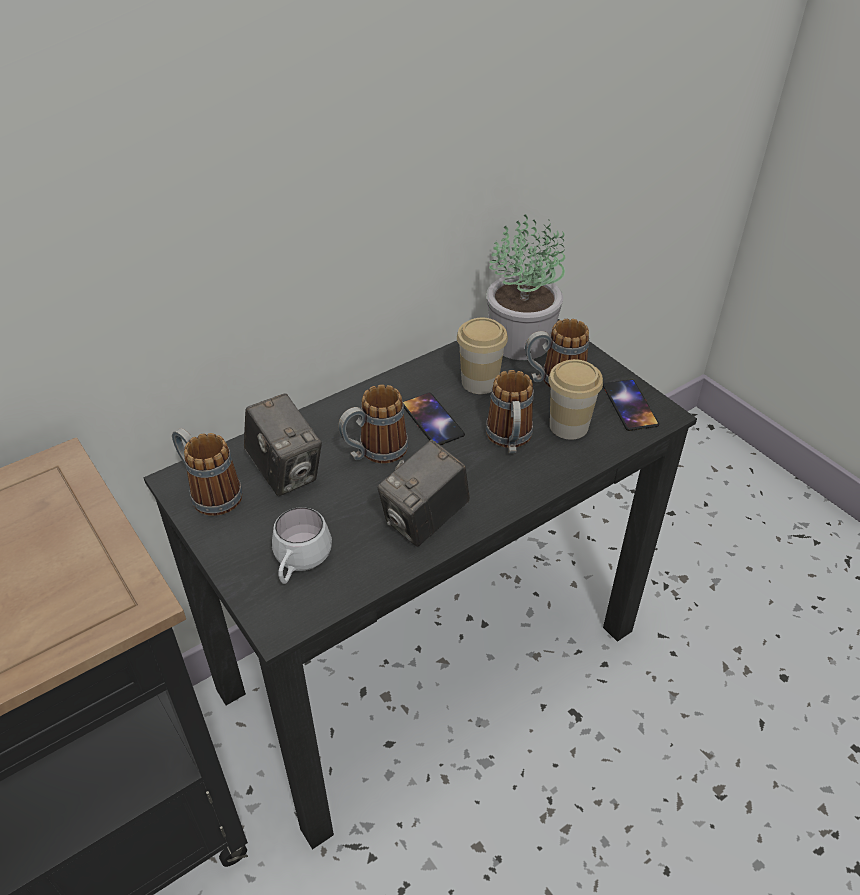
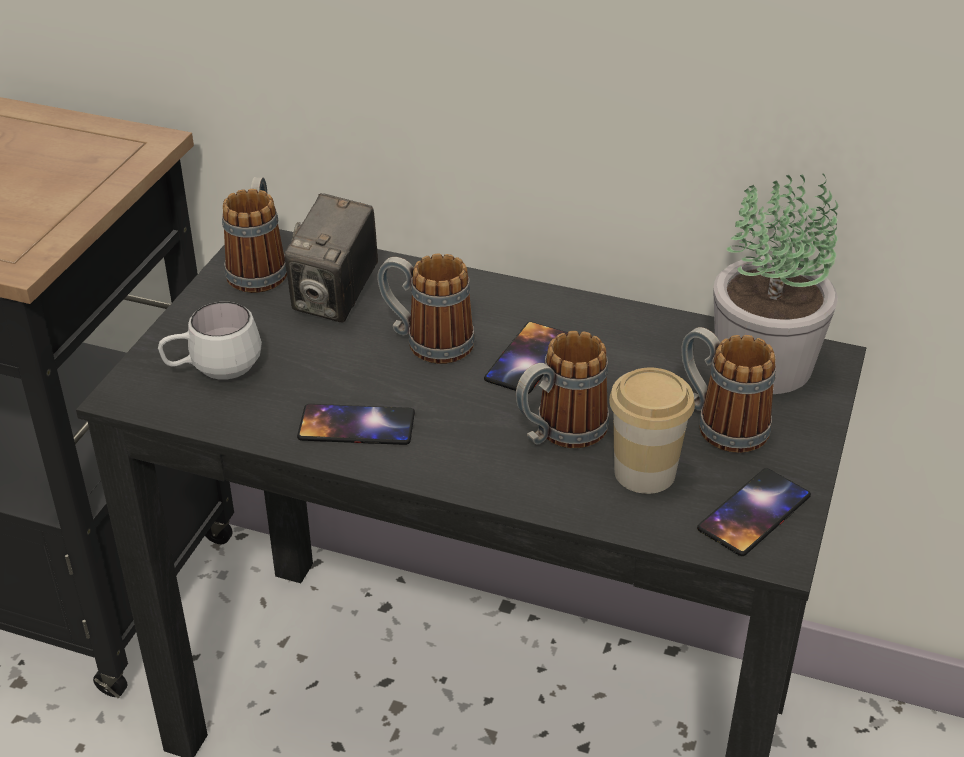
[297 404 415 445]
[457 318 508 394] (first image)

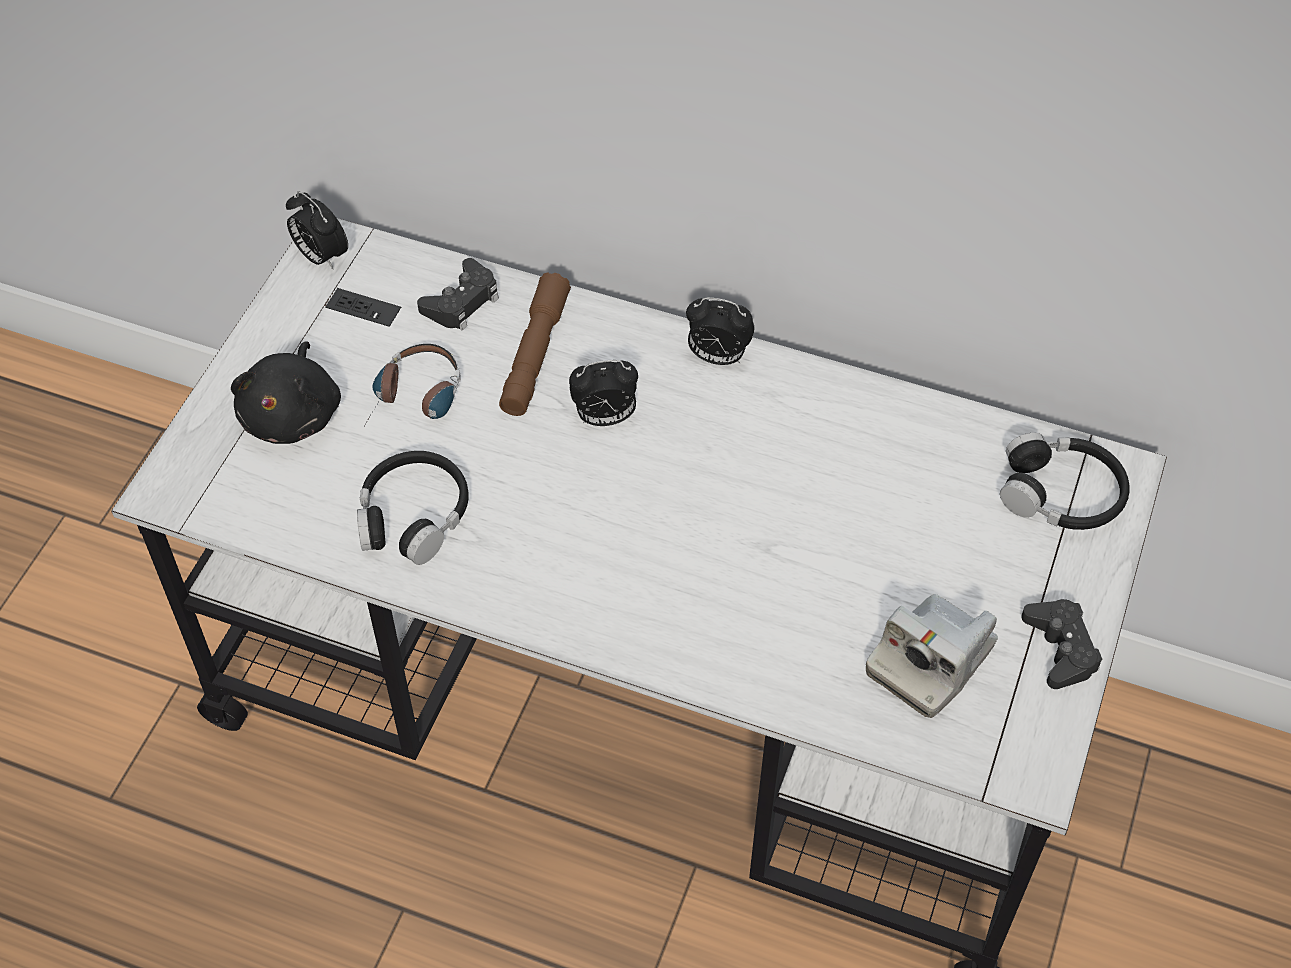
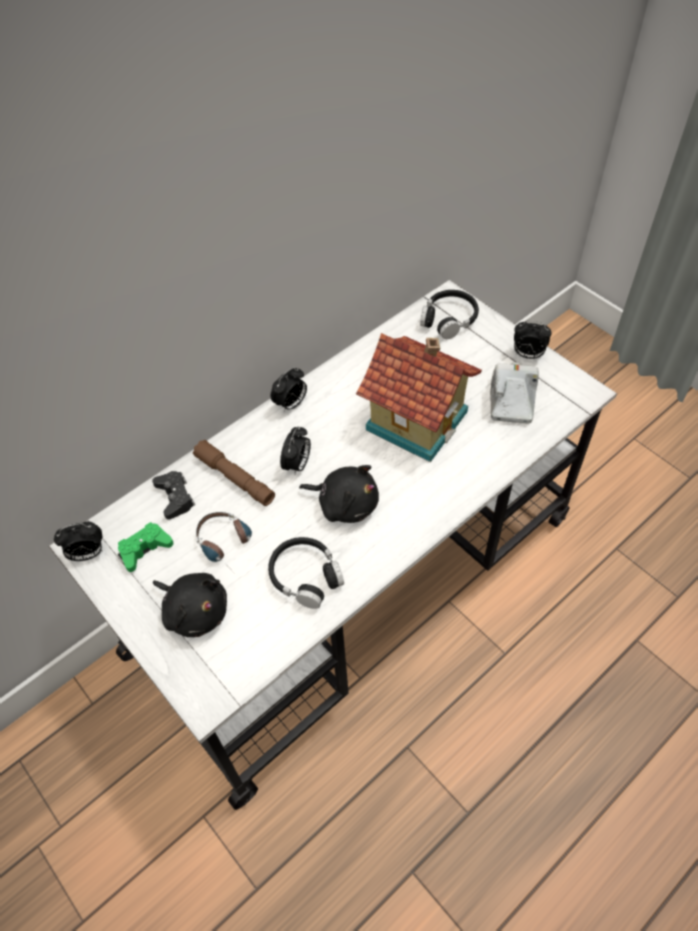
[118 522 173 572]
[299 465 379 523]
[356 333 482 462]
[490 362 539 424]
[514 320 552 359]

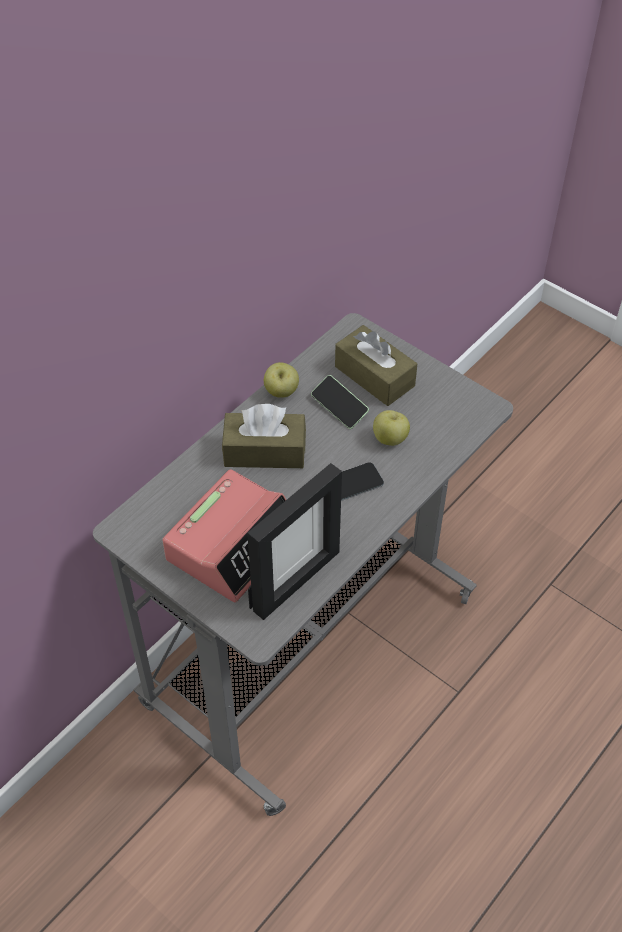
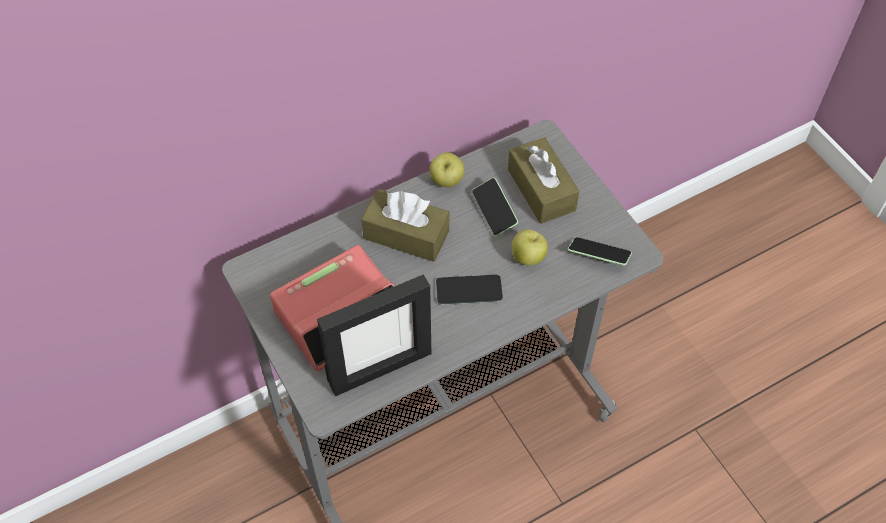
[568 237 632 266]

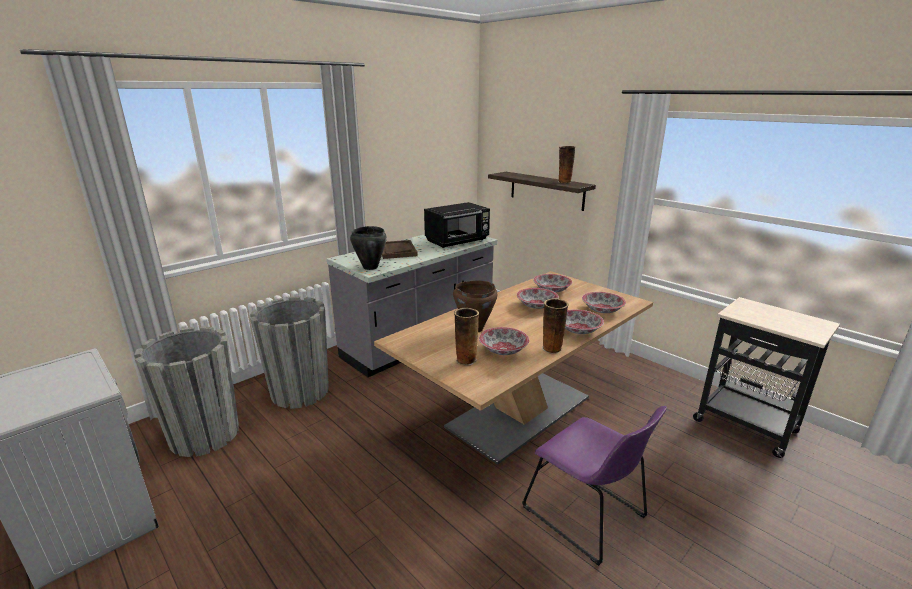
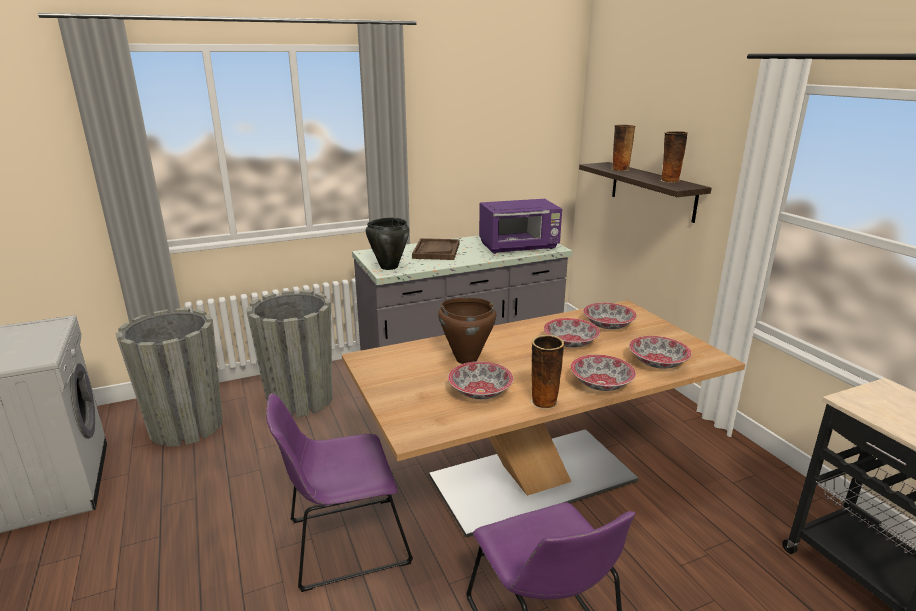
[266 393 413 592]
[479 199 562 254]
[612 124 635 171]

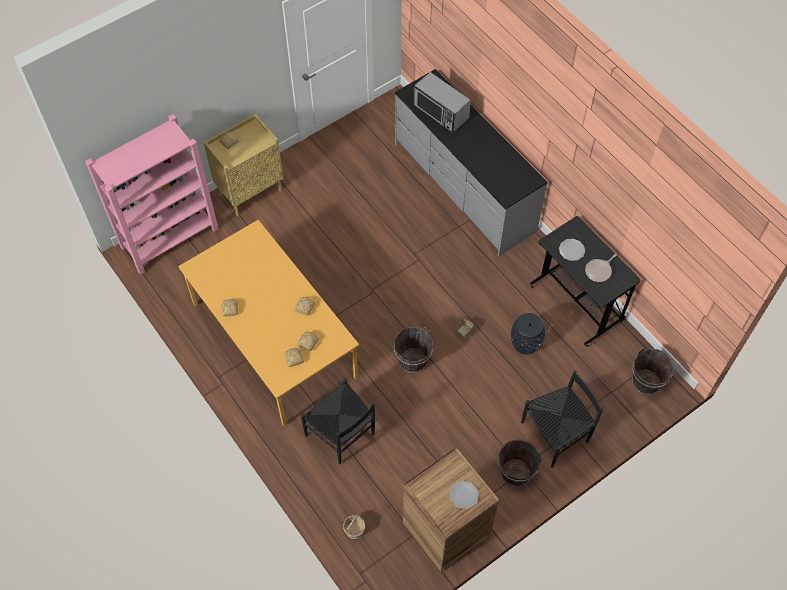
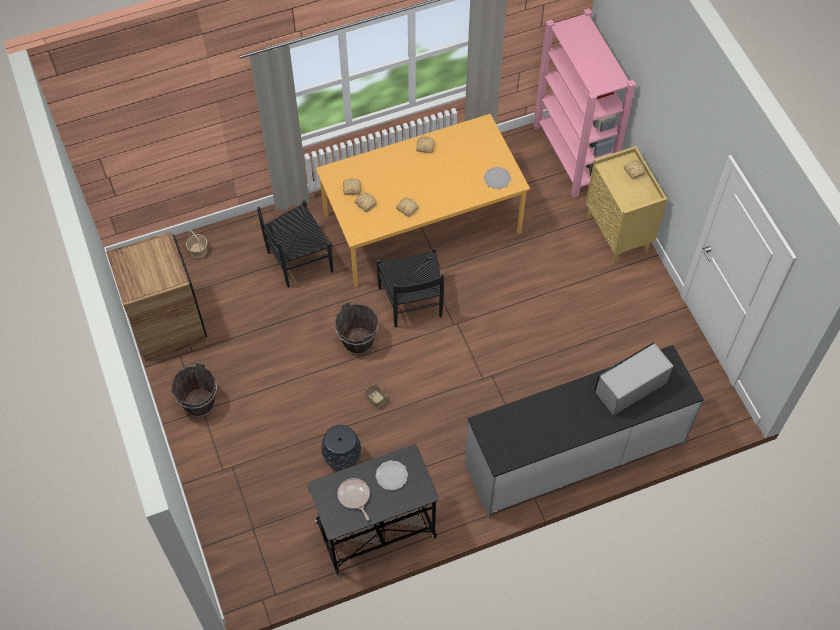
[376 247 444 328]
[484 167 511 189]
[632 348 674 395] (first image)

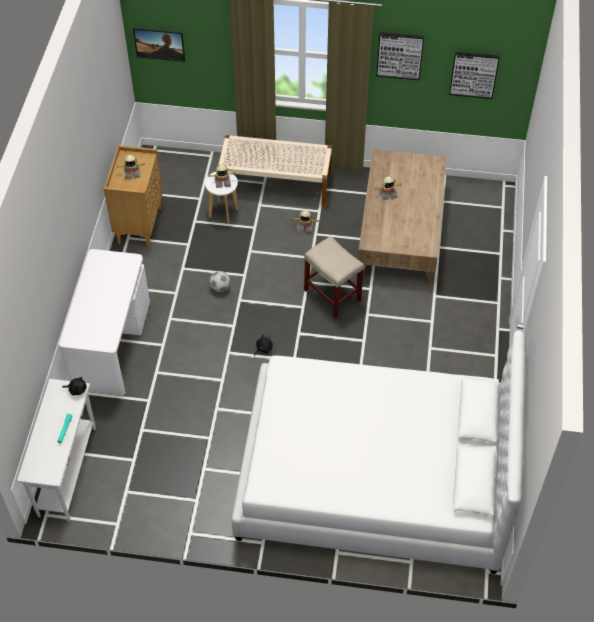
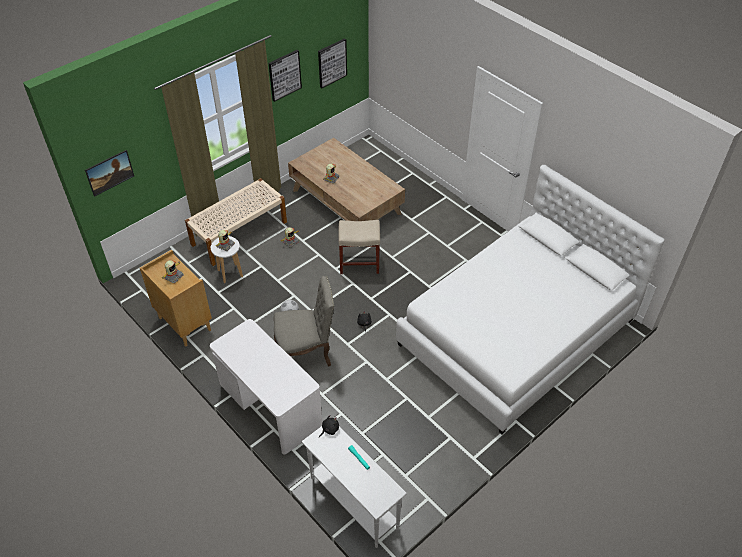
[274 276 334 366]

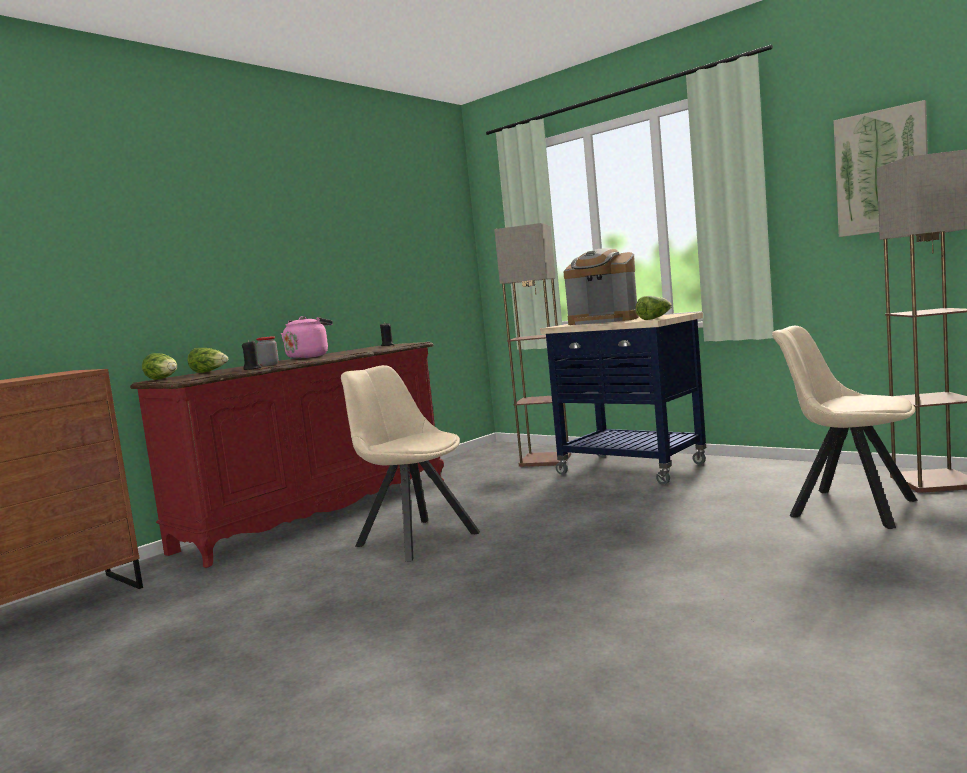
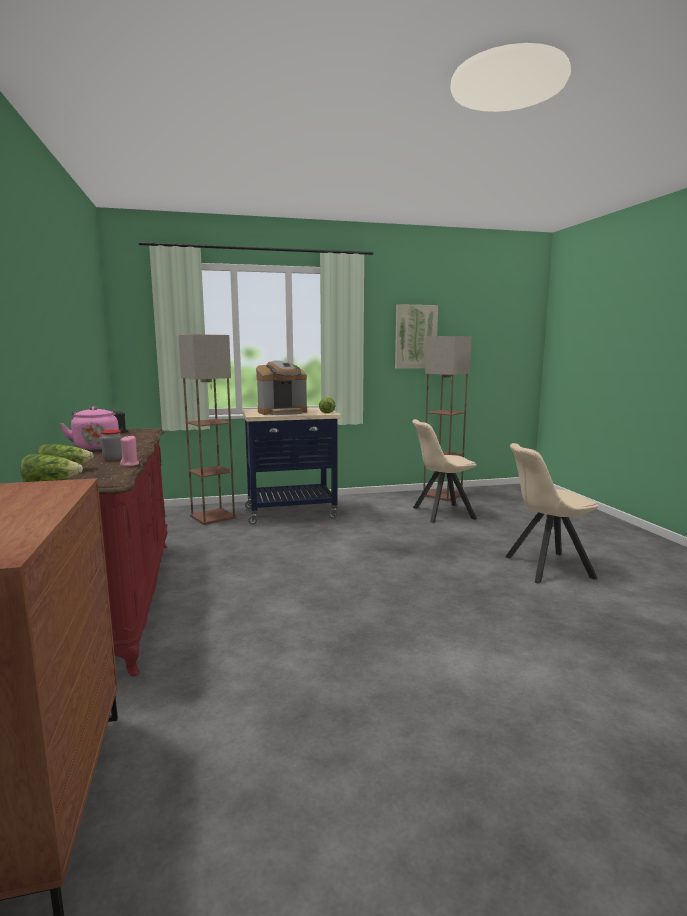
[120 435 139 466]
[505 443 598 584]

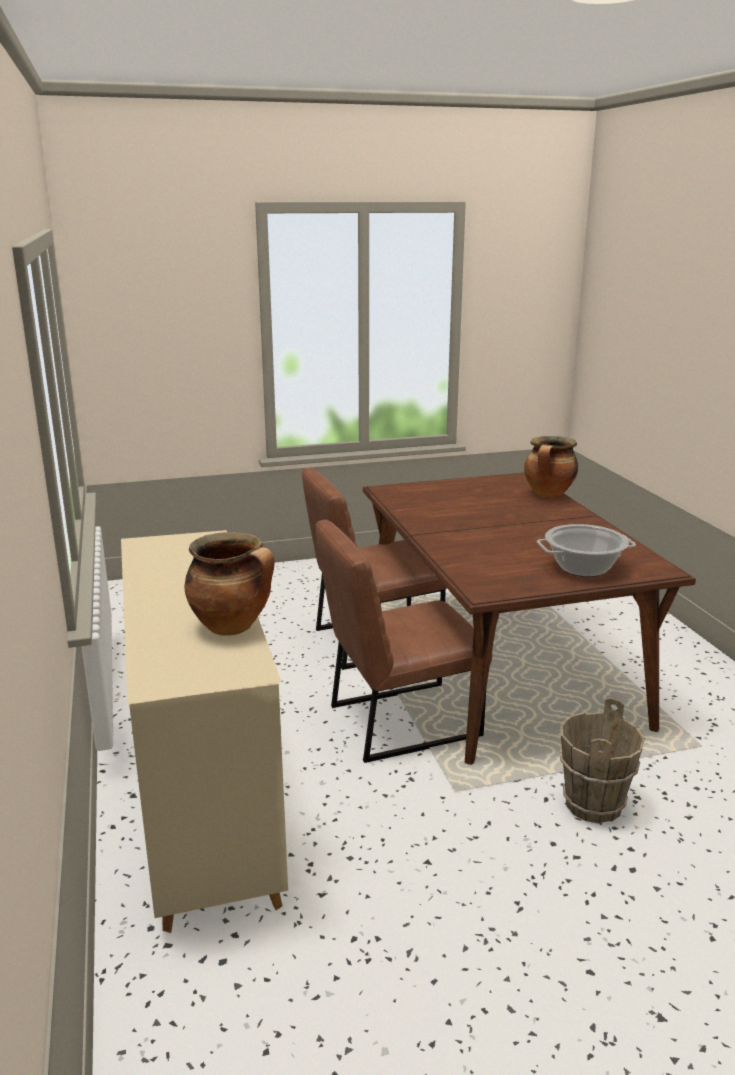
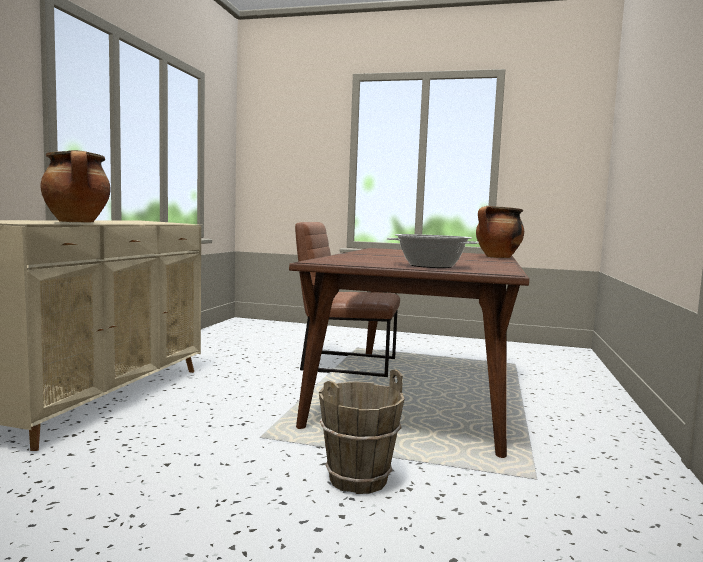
[316 519 492 763] (first image)

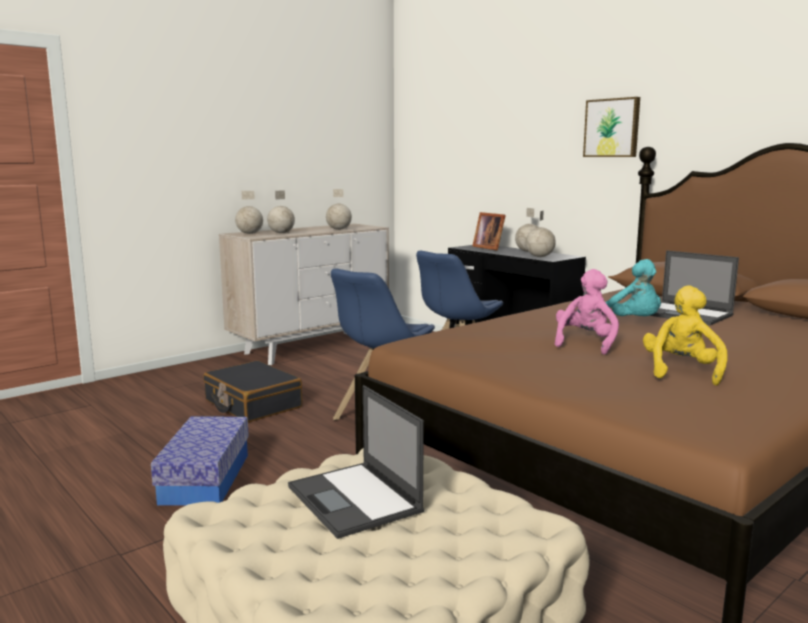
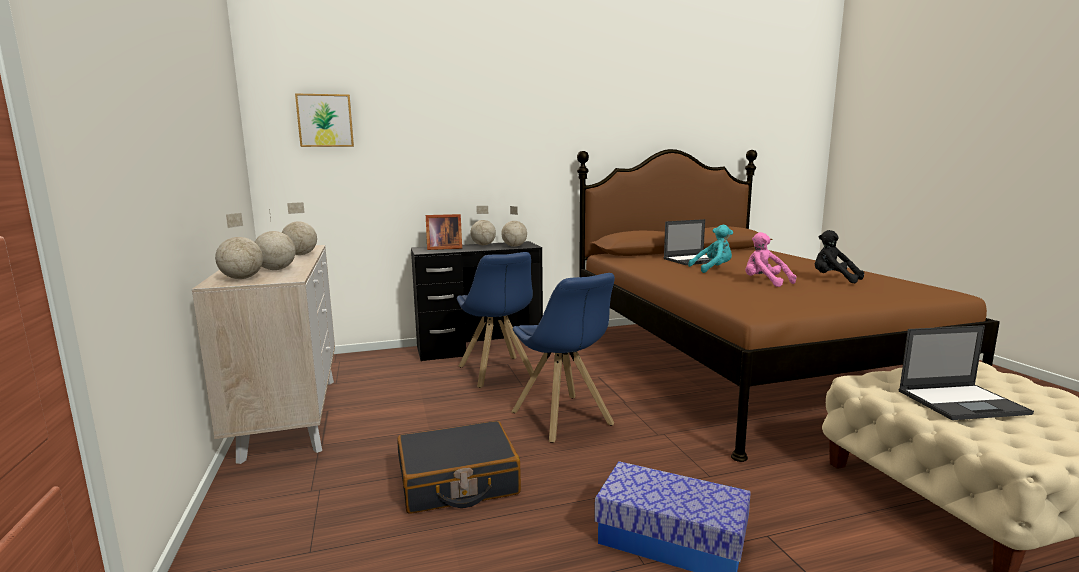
[295 93 354 147]
[815 230 864 283]

